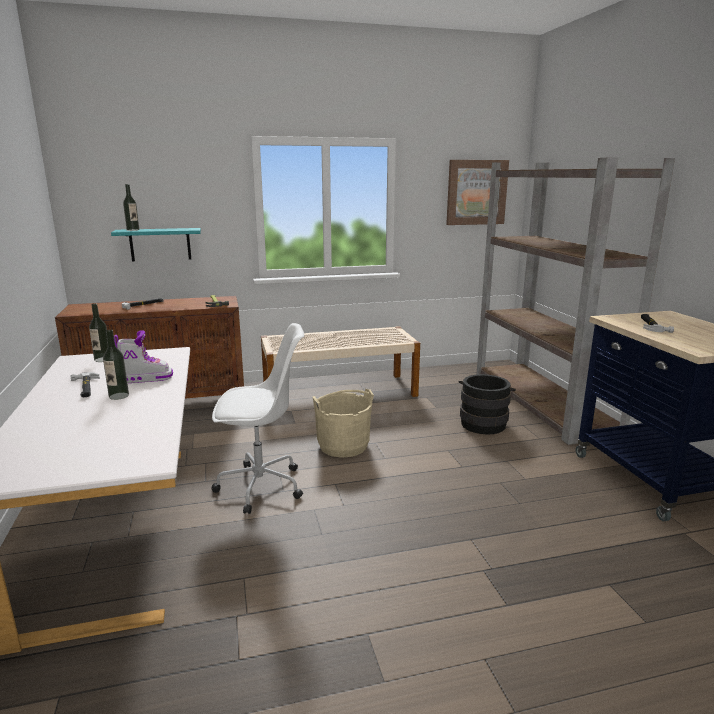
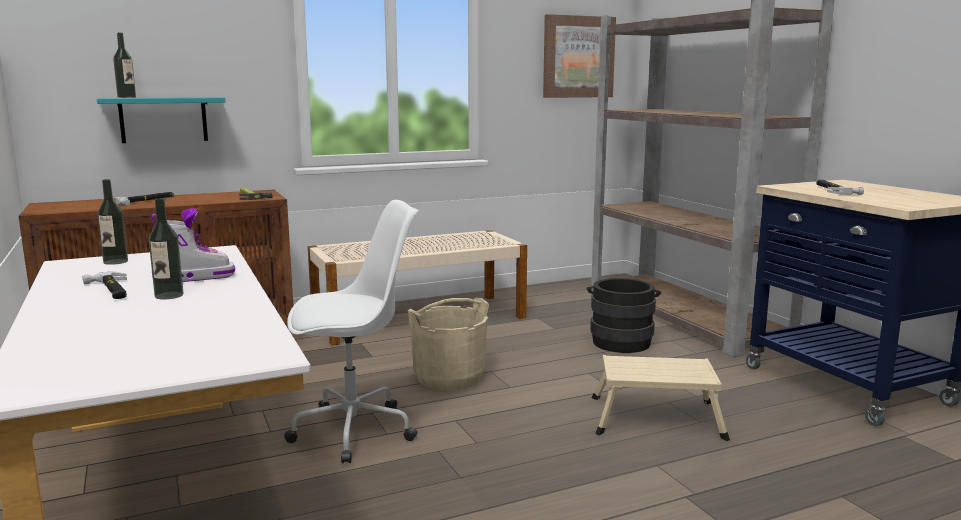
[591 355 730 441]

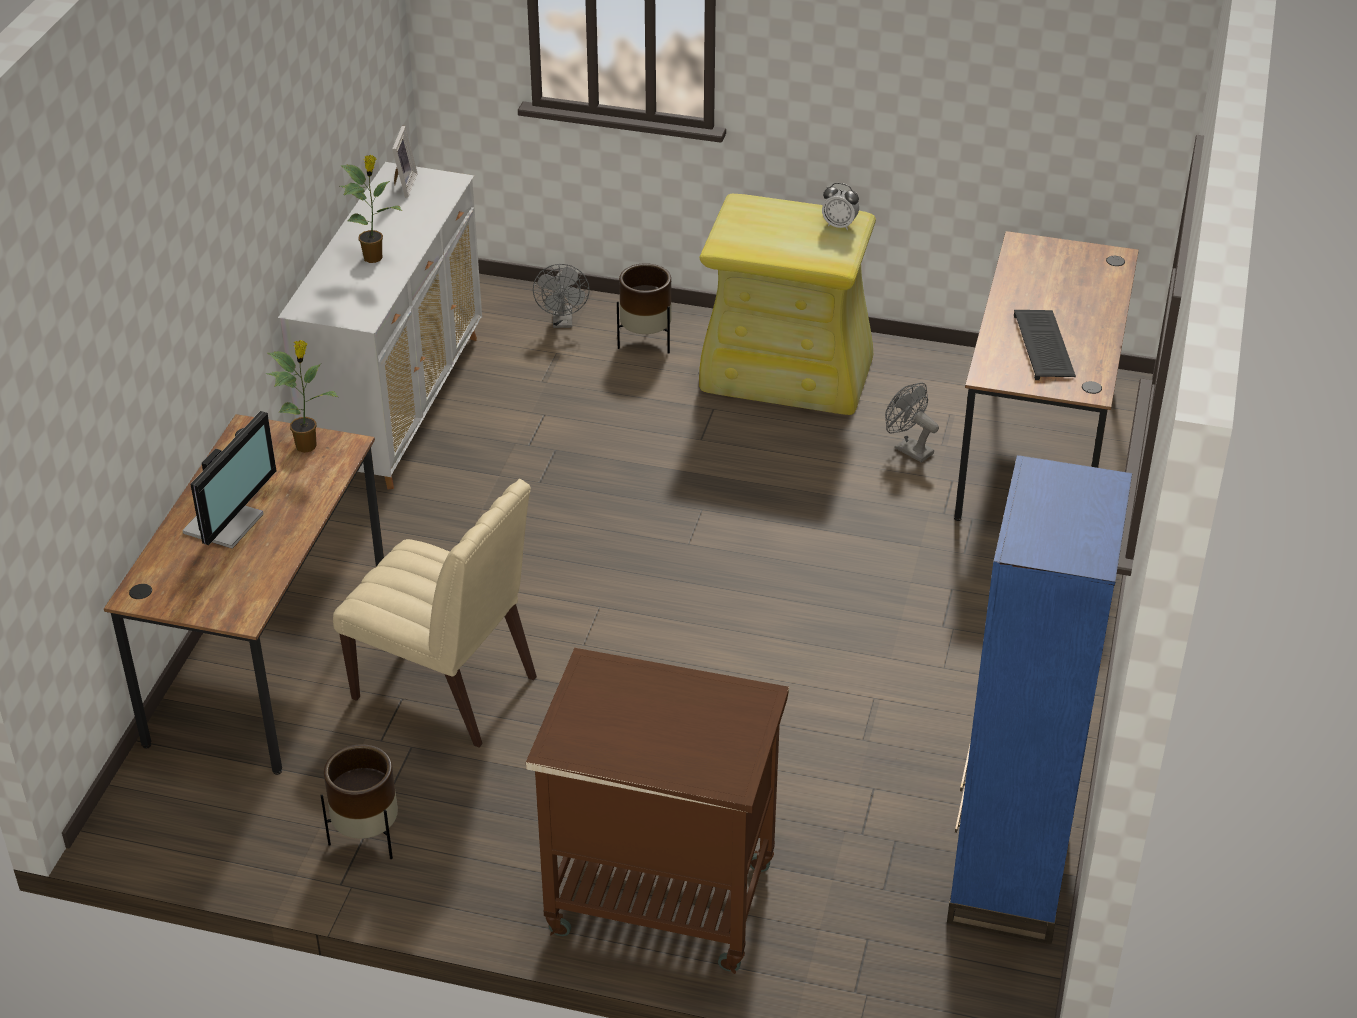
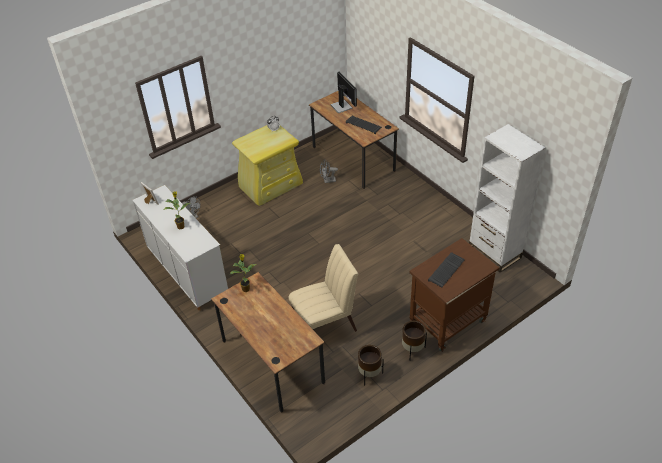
[330 72 357 114]
[402 321 427 361]
[428 252 465 287]
[469 124 546 272]

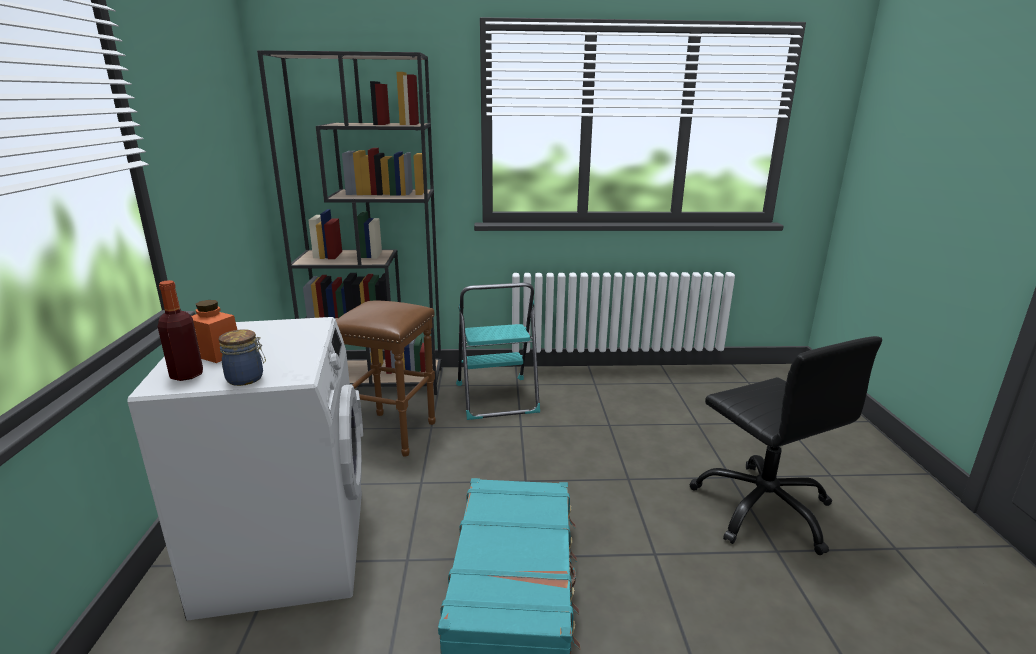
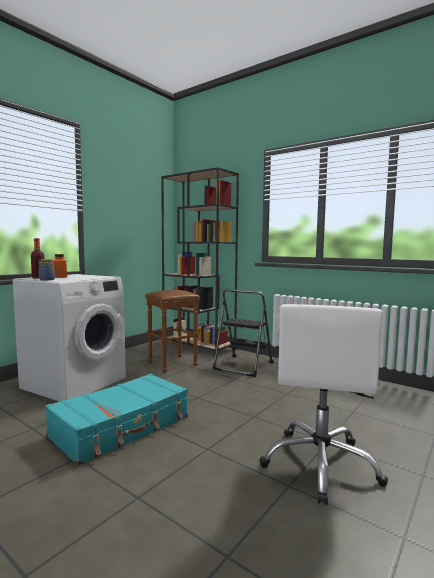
[213 289 274 377]
[259 304 388 505]

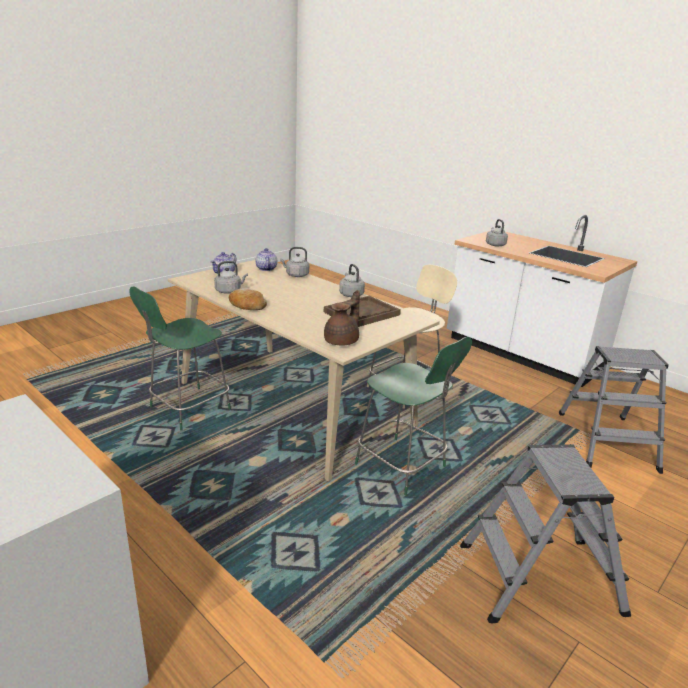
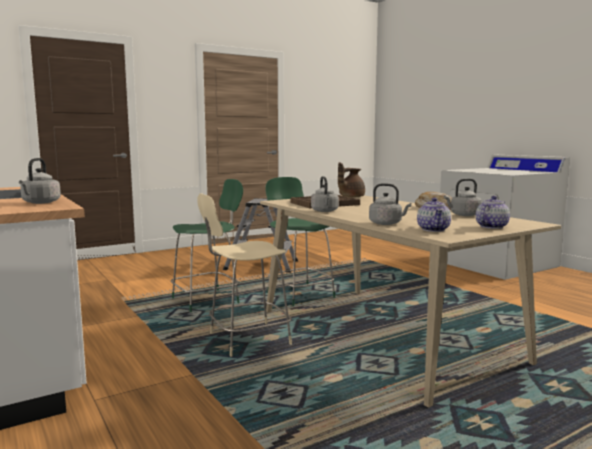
[171 179 243 312]
[559 346 669 474] (first image)

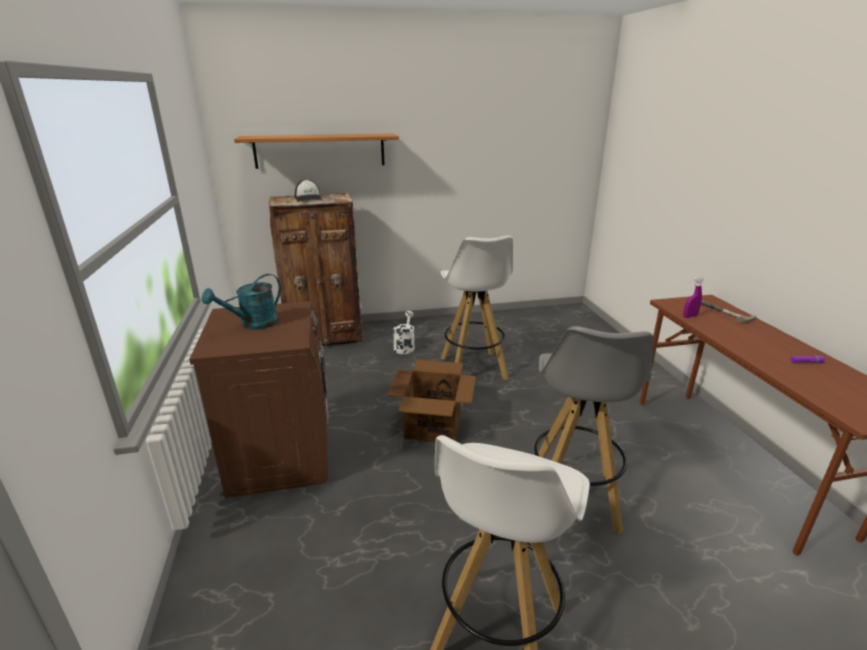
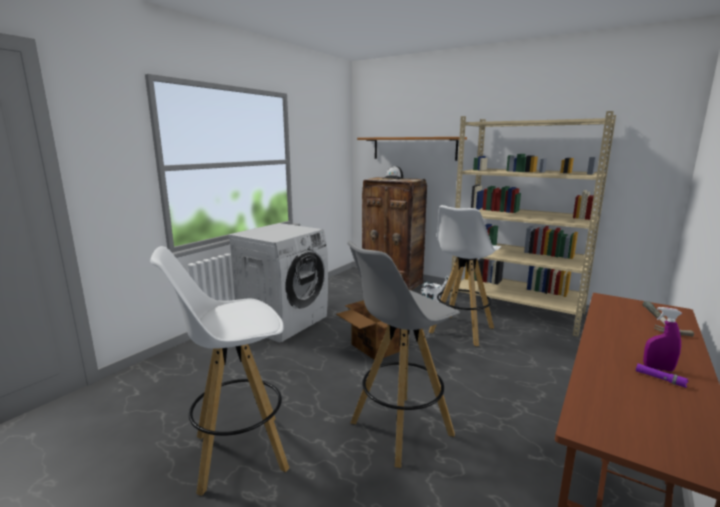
[228 223 328 343]
[449 111 616 337]
[643 307 682 372]
[202 274 281 330] (first image)

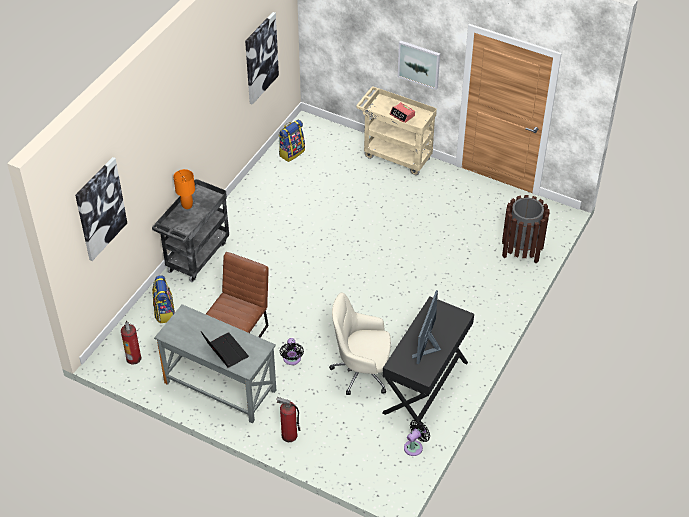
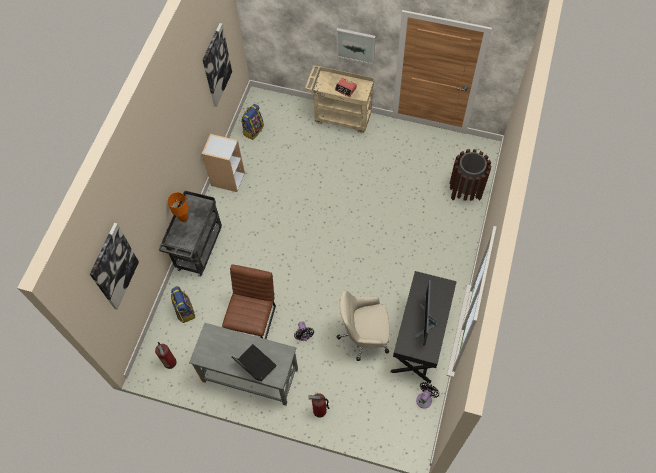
[202 134 245 192]

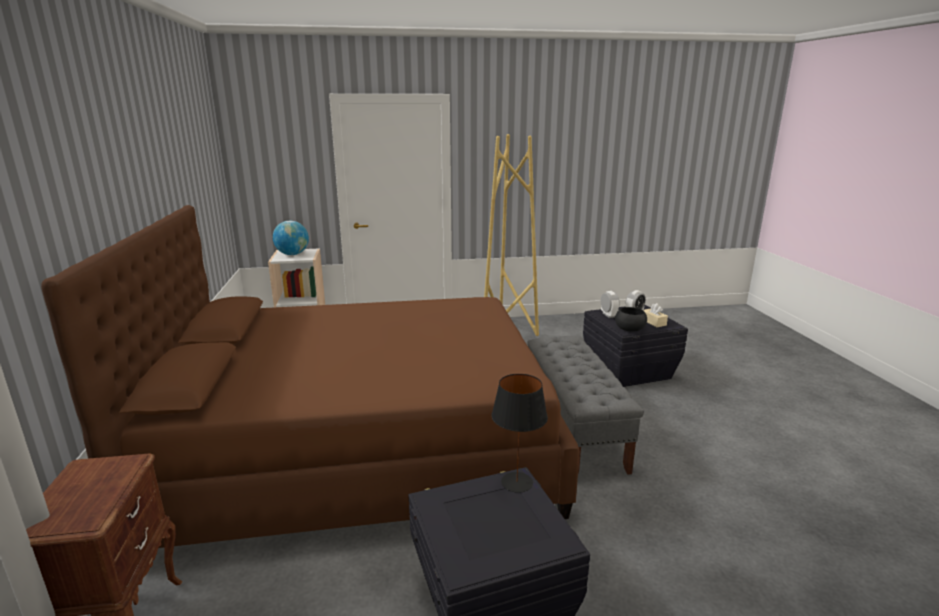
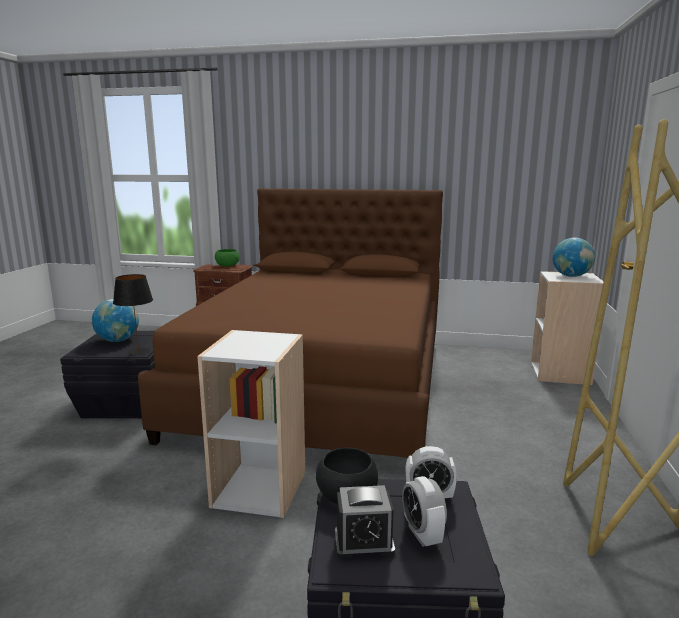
[92 299 139 342]
[197 330 305 518]
[215 249 240 267]
[335 485 395 559]

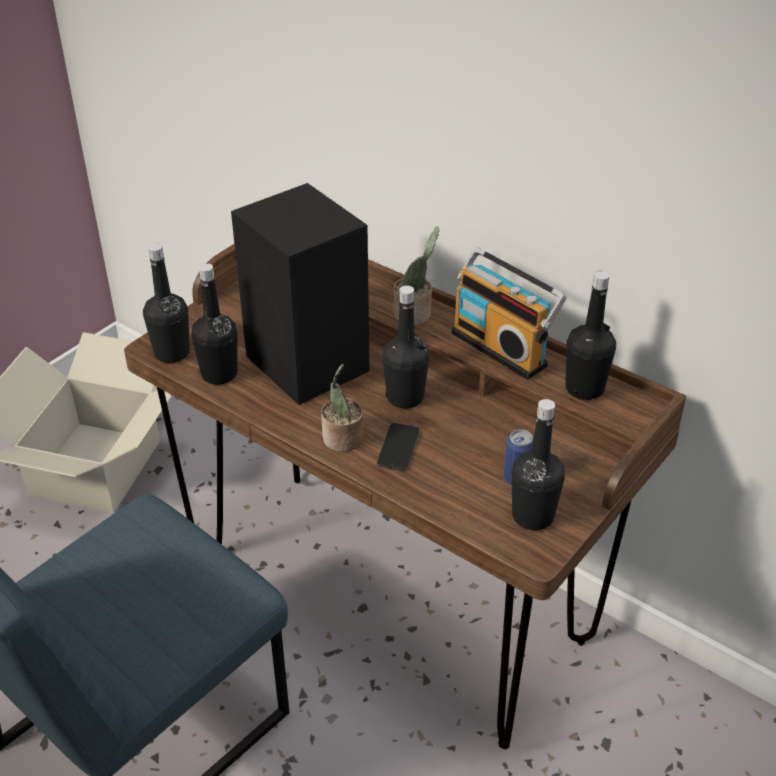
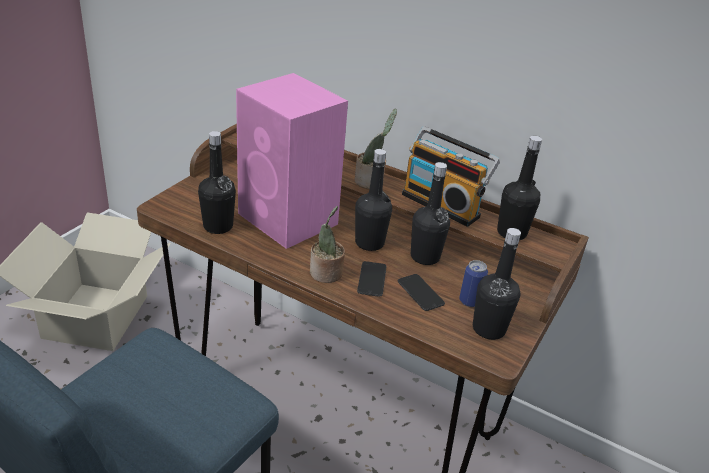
[236 73 348 249]
[398 274 445 311]
[411 162 450 265]

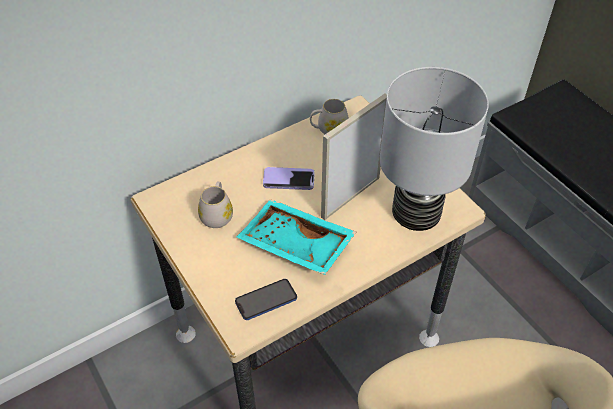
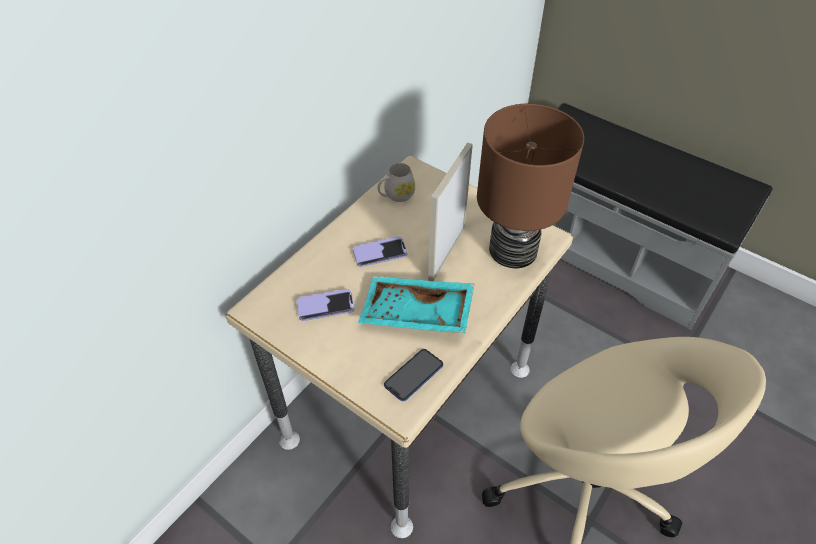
[297 289 355 321]
[477 104 584 268]

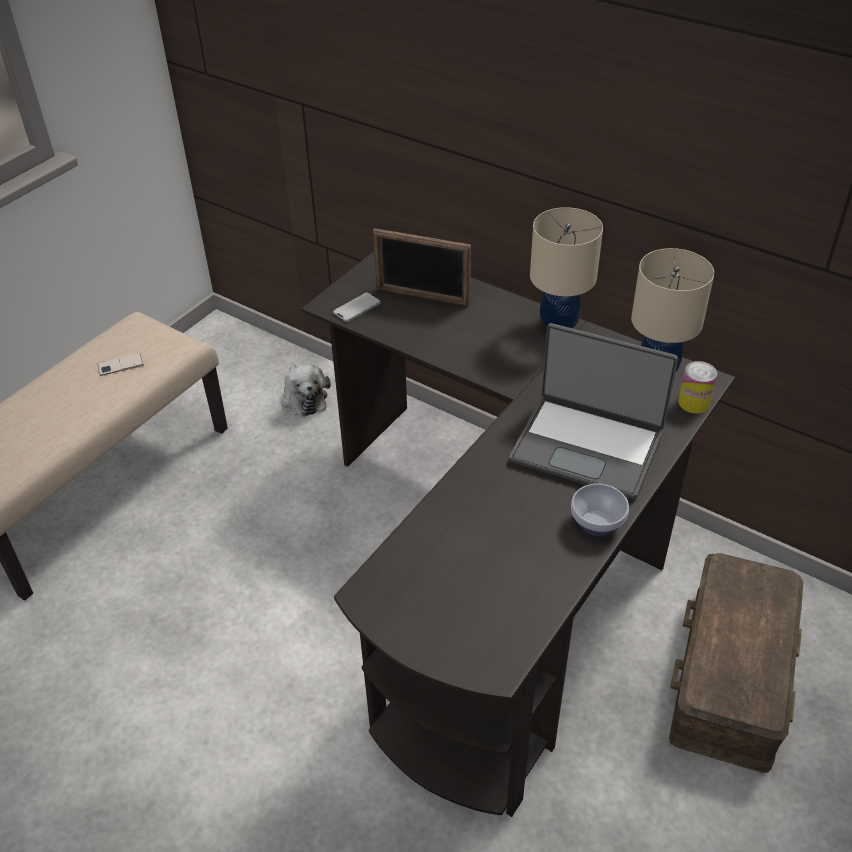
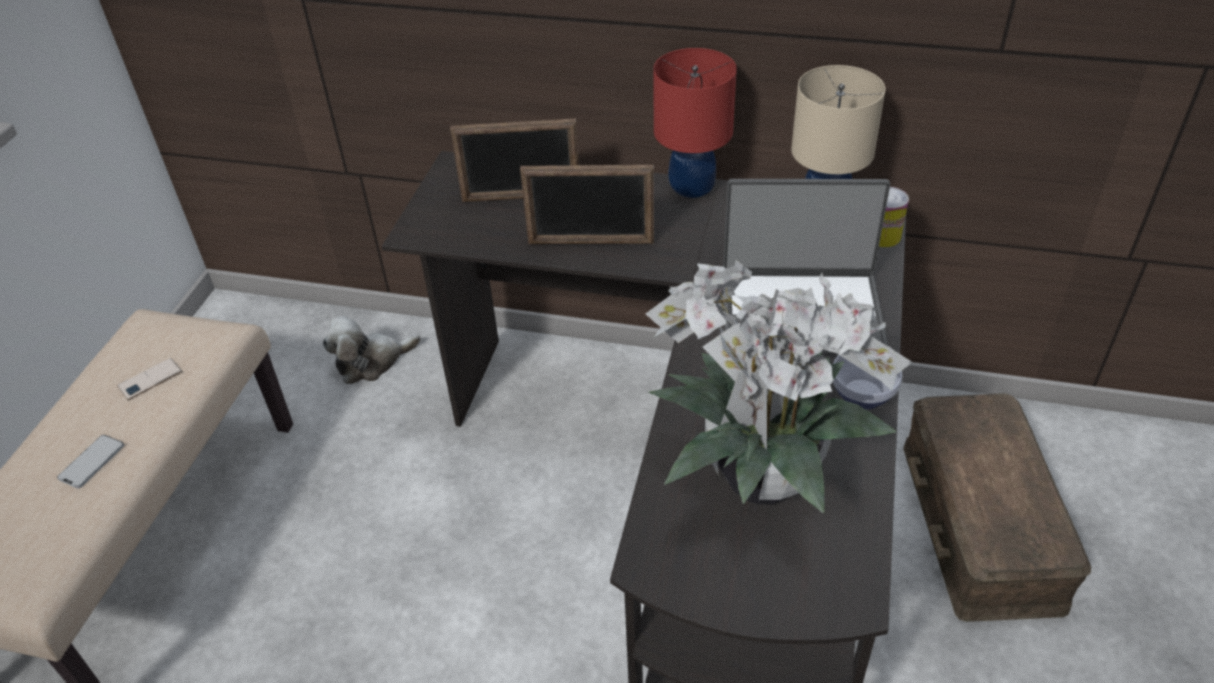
[57 435 124 488]
[323 316 421 384]
[520 165 654 244]
[646 260 913 513]
[653 48 737 198]

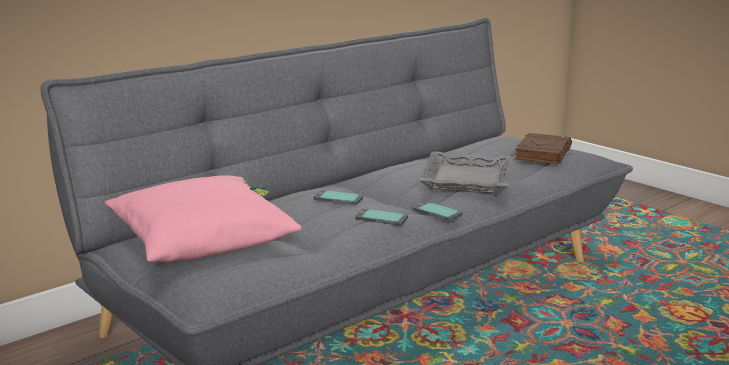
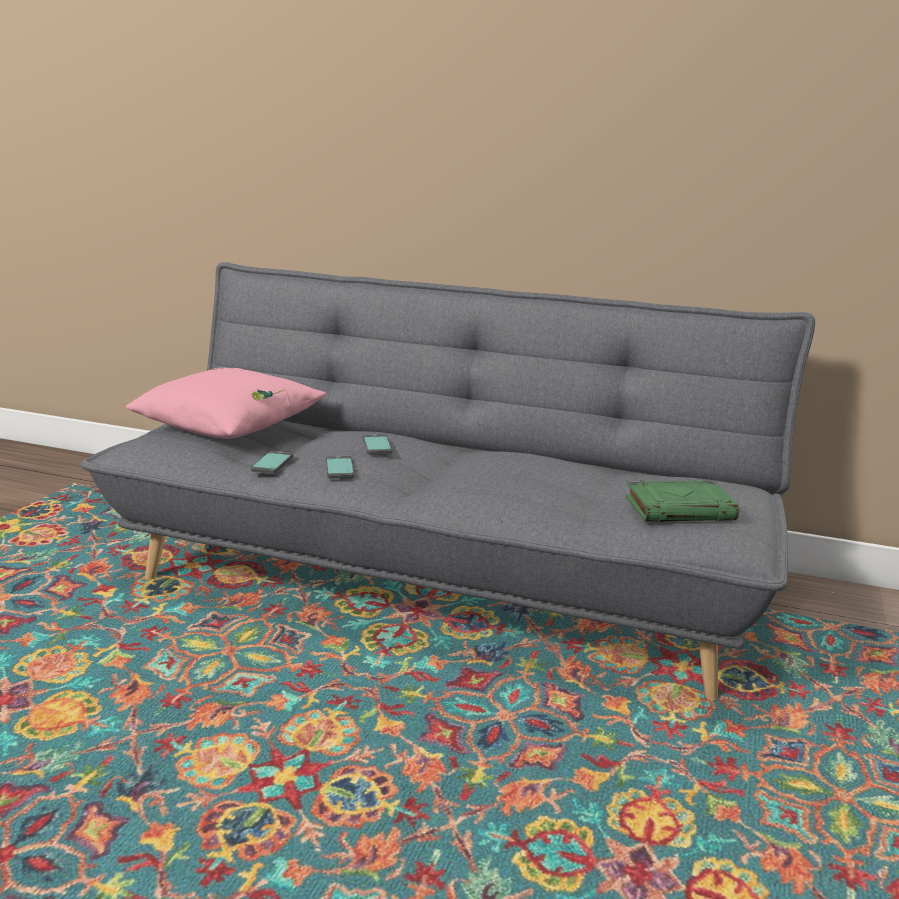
[251 451 294 474]
[625 480 739 522]
[419 151 513 194] (first image)

